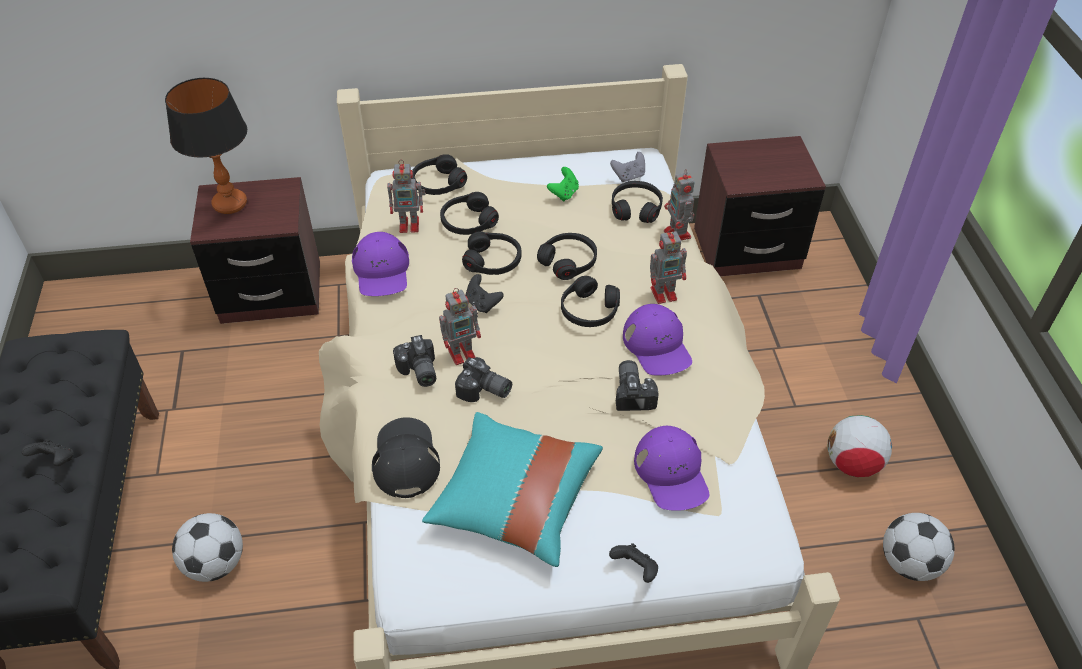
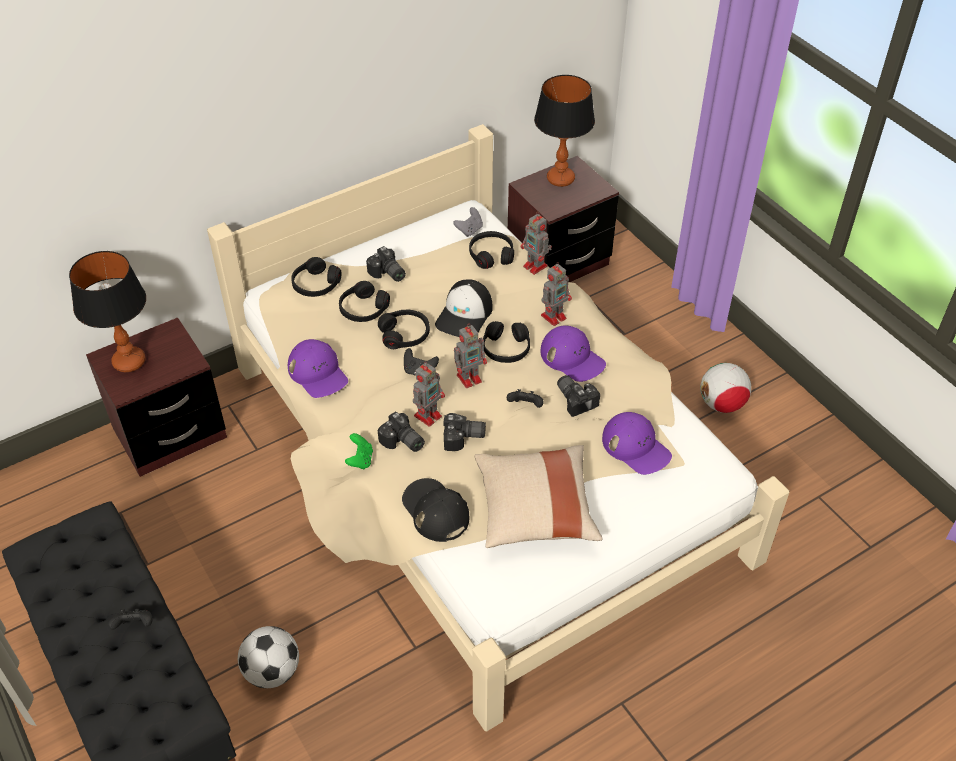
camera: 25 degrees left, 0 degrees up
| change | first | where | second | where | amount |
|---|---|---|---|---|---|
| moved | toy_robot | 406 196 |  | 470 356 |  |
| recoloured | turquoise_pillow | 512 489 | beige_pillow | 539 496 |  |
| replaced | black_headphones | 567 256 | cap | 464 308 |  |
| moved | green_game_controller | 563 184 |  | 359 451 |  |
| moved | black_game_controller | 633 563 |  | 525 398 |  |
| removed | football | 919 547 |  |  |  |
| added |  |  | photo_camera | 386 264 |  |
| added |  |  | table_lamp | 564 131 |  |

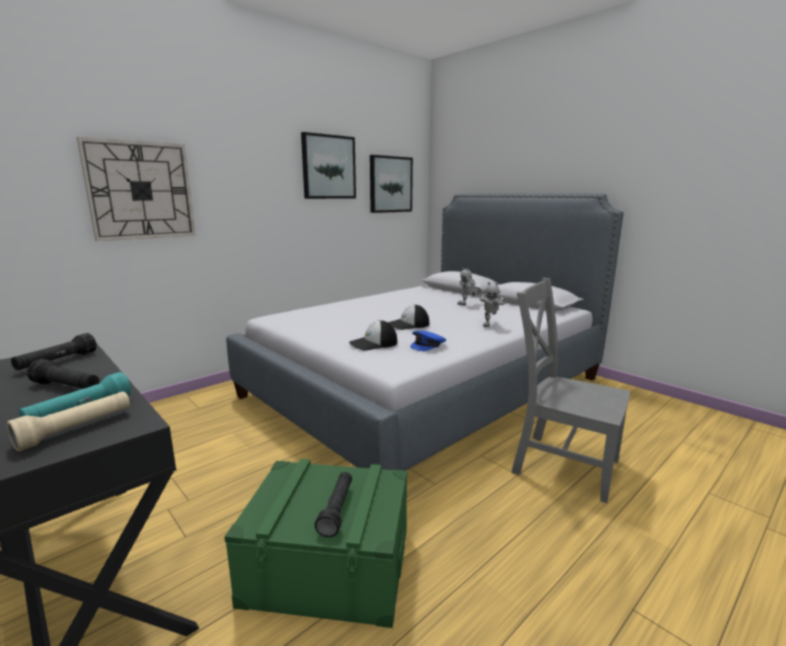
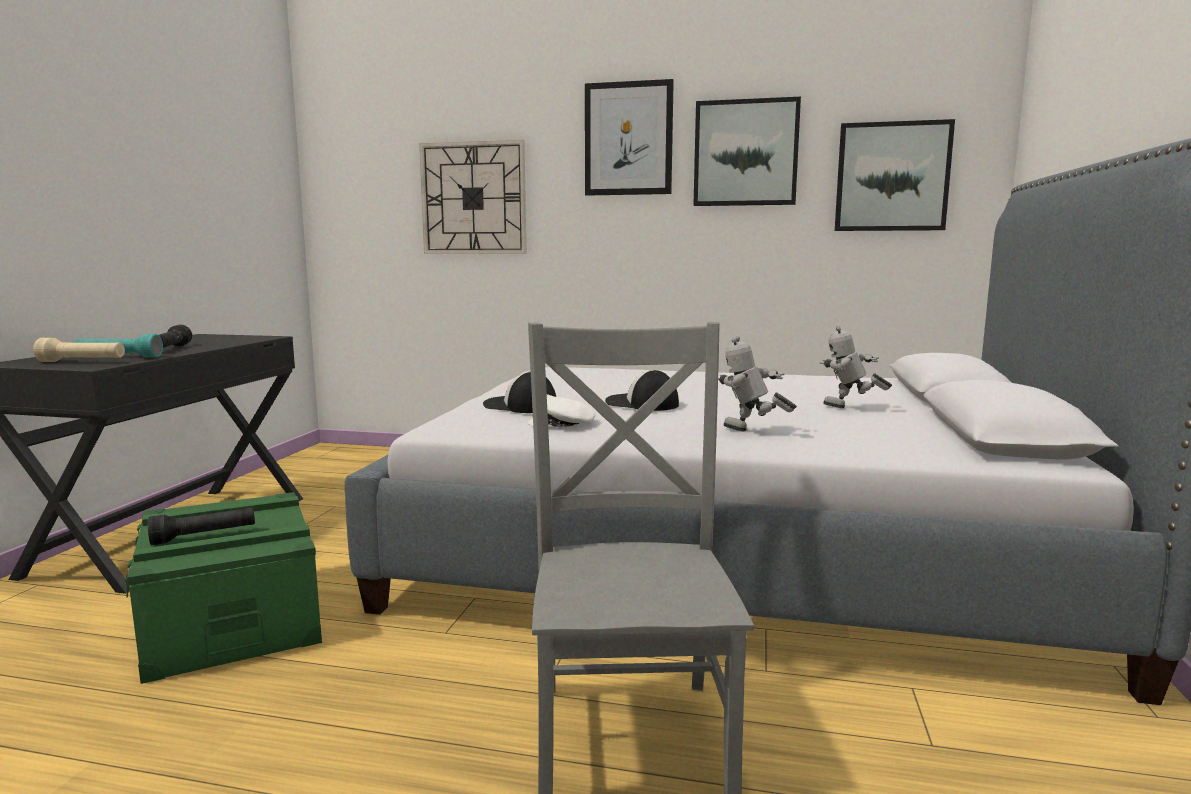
camera: 55 degrees right, 5 degrees down
| change | first | where | second | where | amount |
|---|---|---|---|---|---|
| removed | black_flashlight | 54 351 |  |  |  |
| recoloured | blue_cap | 428 341 | white_cap | 561 410 |  |
| turned | toy_robot | 493 304 |  | 757 384 | 45 degrees clockwise |
| added |  |  | picture | 629 137 |  |

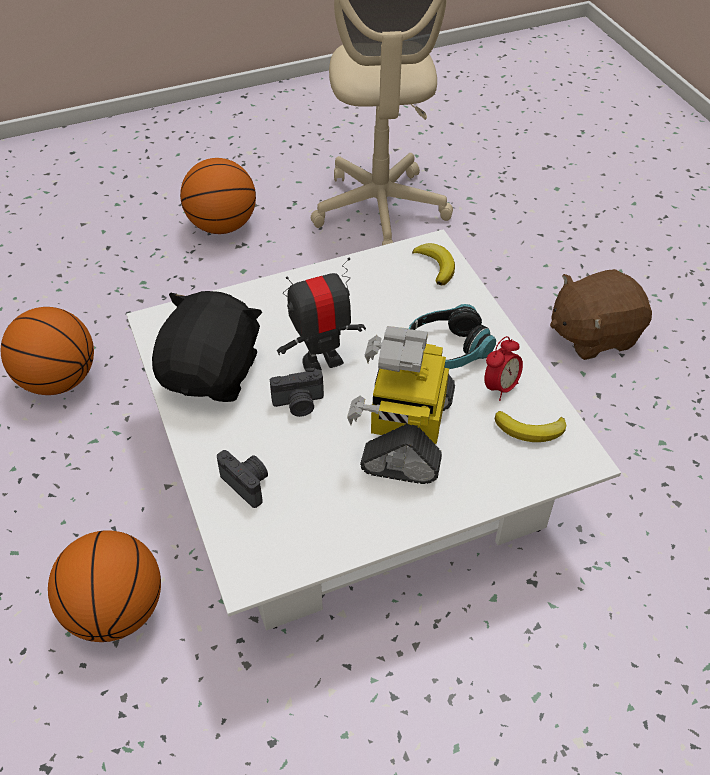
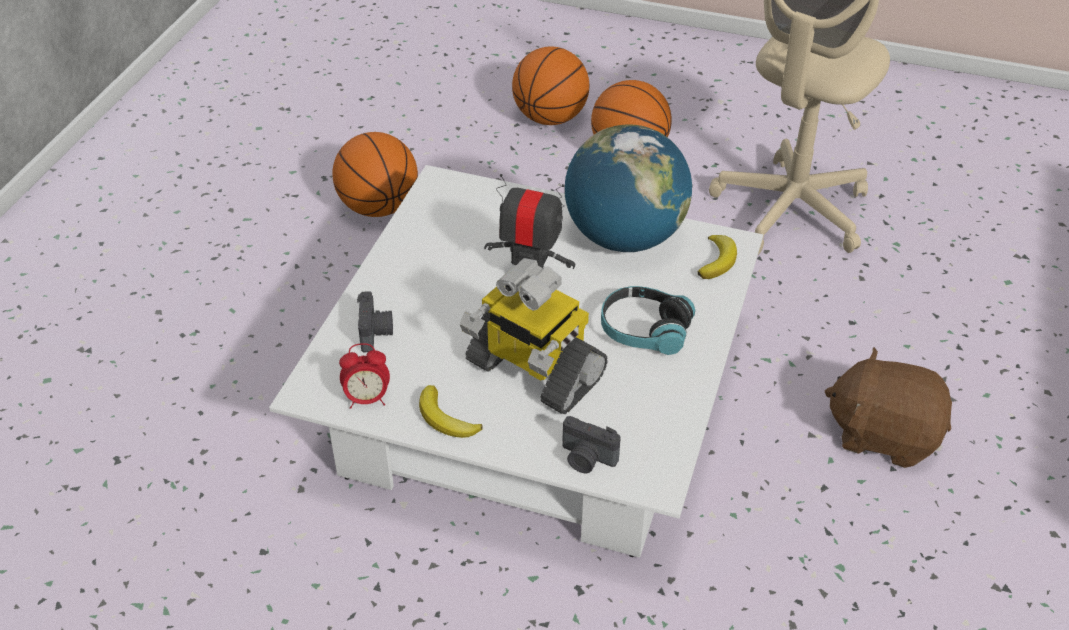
camera: 40 degrees right, 5 degrees down
| change | first | where | second | where | amount |
|---|---|---|---|---|---|
| moved | basketball | 104 586 |  | 550 86 |  |
| removed | black_plush_toy | 207 346 |  |  |  |
| moved | photo_camera | 297 392 |  | 591 444 |  |
| turned | toy_robot | 401 405 |  | 533 336 | 105 degrees counterclockwise |
| moved | alarm_clock | 504 368 |  | 364 376 |  |
| moved | banana | 530 426 |  | 451 411 |  |
| added |  |  | globe | 628 188 |  |

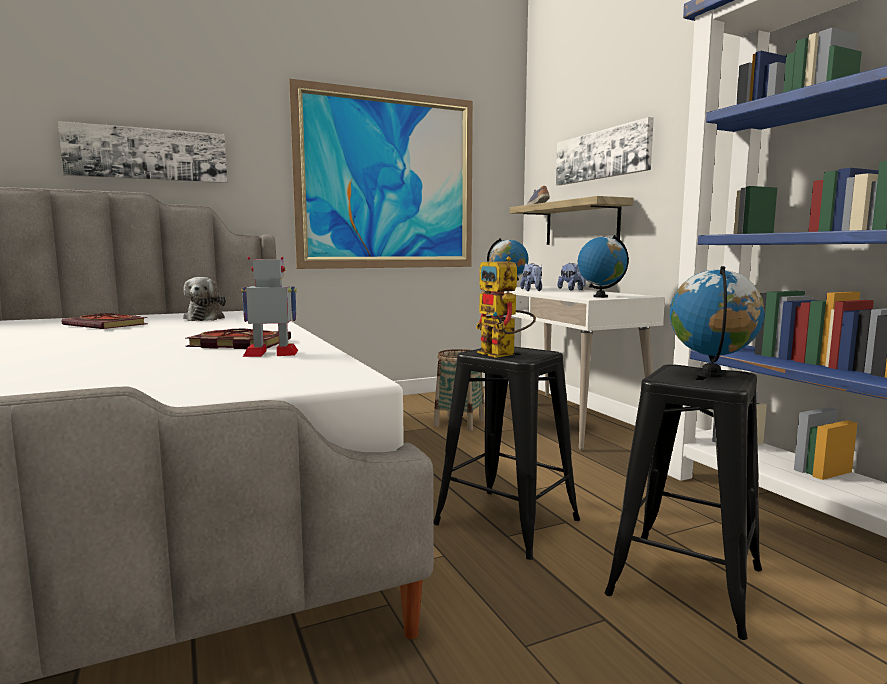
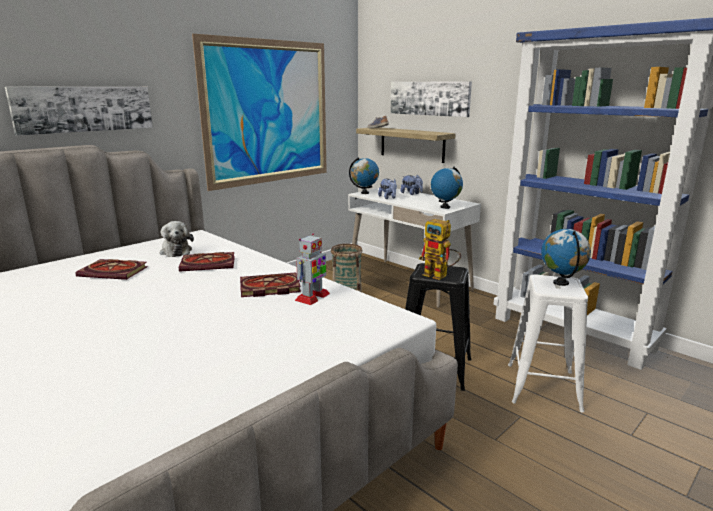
camera: 20 degrees left, 10 degrees up
| change | first | where | second | where | amount |
|---|---|---|---|---|---|
| turned | toy_robot | 269 307 |  | 312 269 | 150 degrees clockwise |
| recoloured | black_stool | 683 502 | white_stool | 548 343 |  |
| added |  |  | book | 207 262 |  |

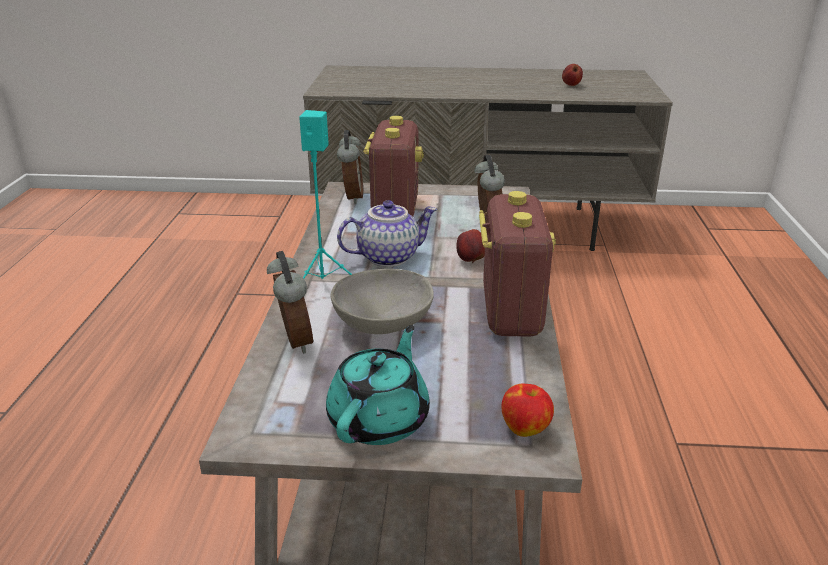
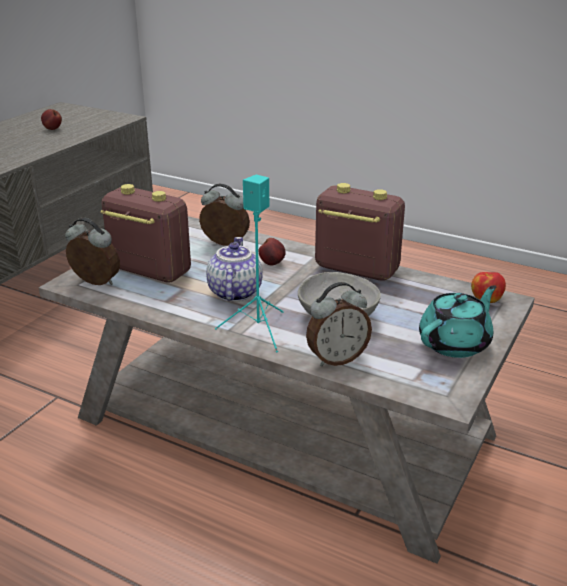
camera: 65 degrees left, 0 degrees up
| change | first | where | second | where | amount |
|---|---|---|---|---|---|
| turned | alarm_clock | 290 302 |  | 339 324 | 150 degrees clockwise |
| turned | turquoise_teapot | 378 385 |  | 457 321 | 90 degrees clockwise |

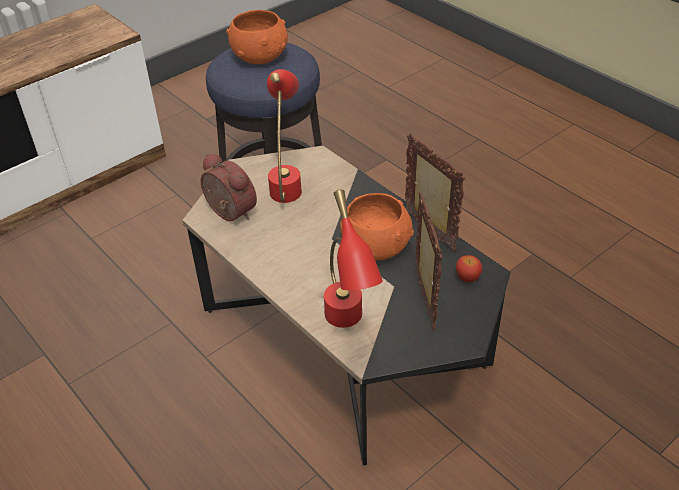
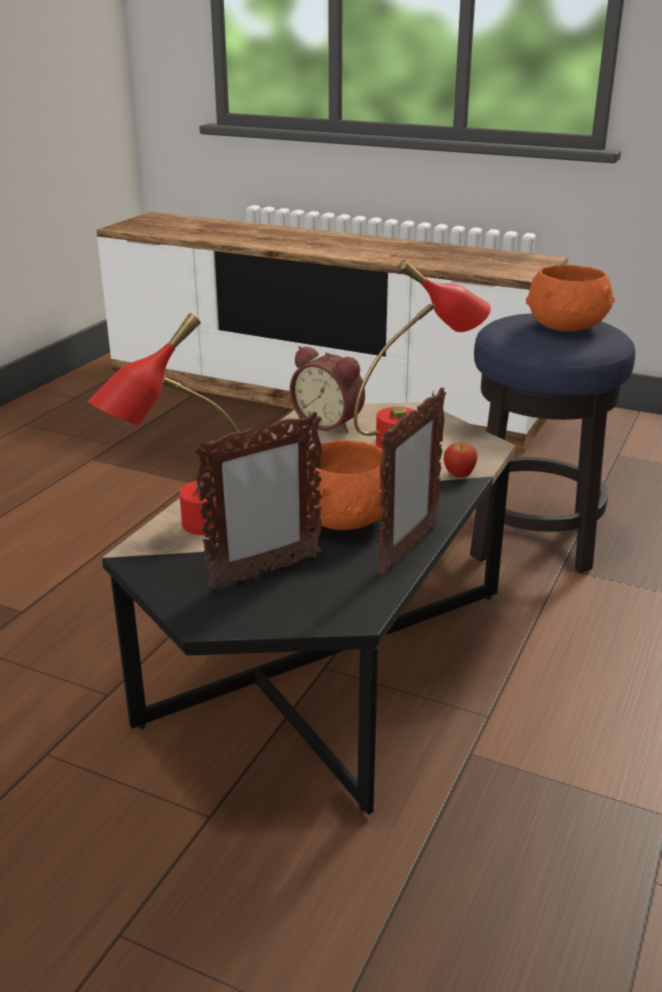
camera: 65 degrees right, 15 degrees down
| change | first | where | second | where | amount |
|---|---|---|---|---|---|
| turned | alarm_clock | 229 187 |  | 327 389 | 105 degrees clockwise |
| moved | apple | 469 268 |  | 460 460 |  |

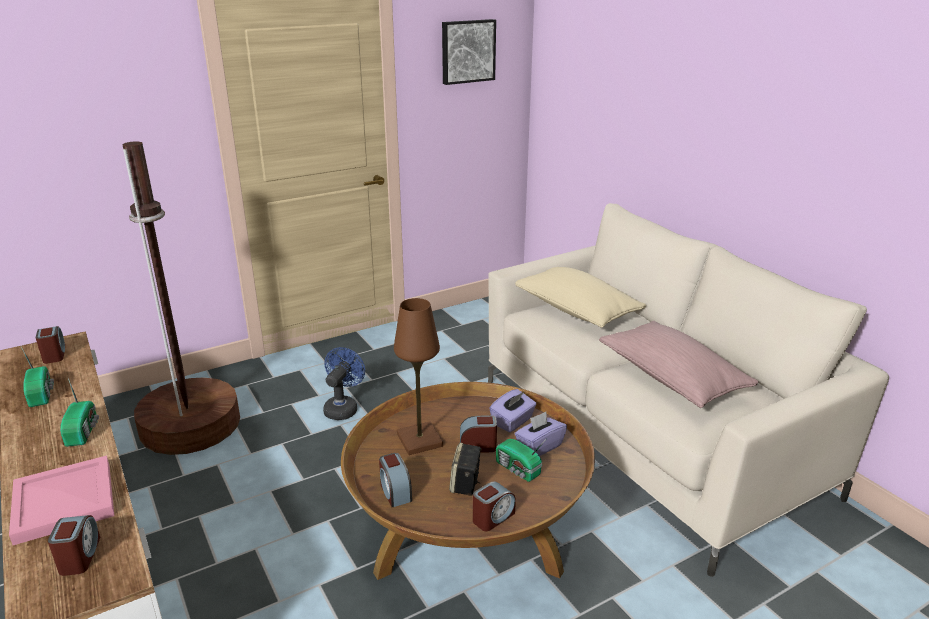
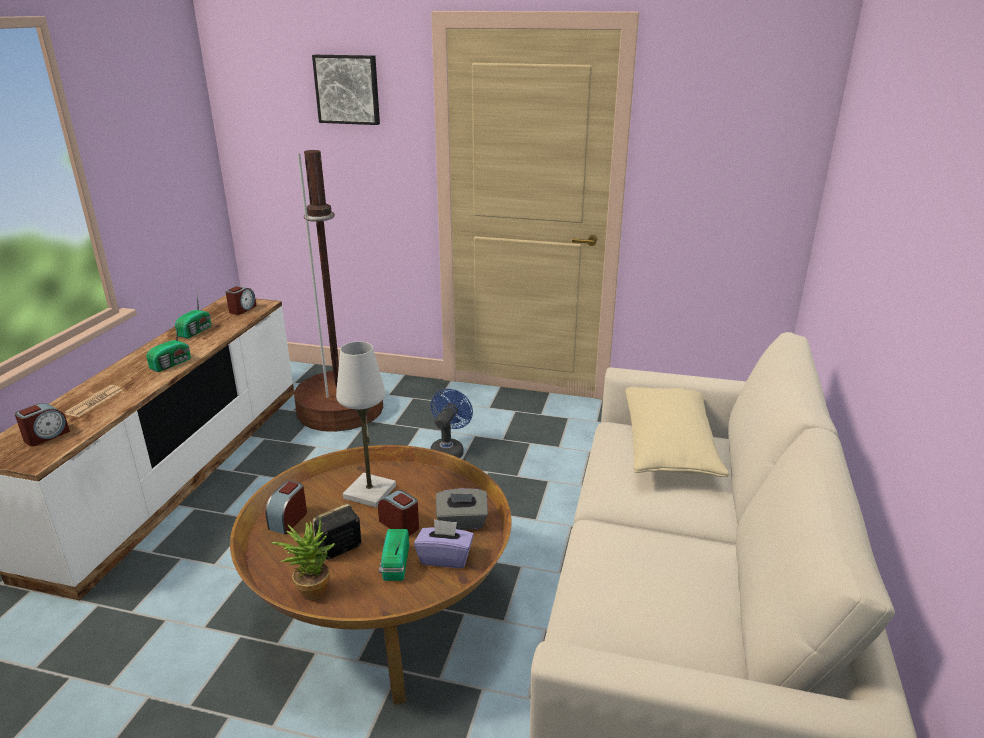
camera: 45 degrees right, 0 degrees up
| change | first | where | second | where | amount |
|---|---|---|---|---|---|
| replaced | pink_tray | 61 500 | newspaper | 93 401 |  |
| turned | blue_fan | 344 383 |  | 451 423 | 45 degrees counterclockwise |
| recoloured | brown_table_lamp | 418 376 | white_table_lamp | 366 425 |  |
| moved | picture | 469 52 |  | 346 90 |  |
| replaced | alarm_clock | 494 506 | potted_plant | 303 559 |  |
| recoloured | purple_tissue_box | 513 411 | grey_tissue_box | 462 509 |  |
| removed | pink_pillow | 679 364 |  |  |  |

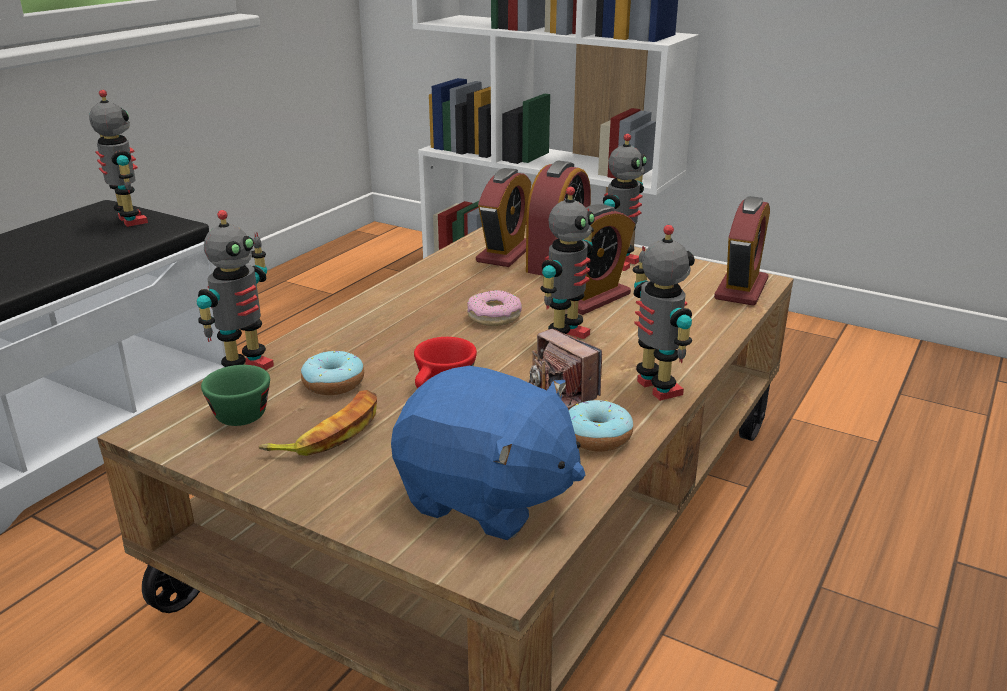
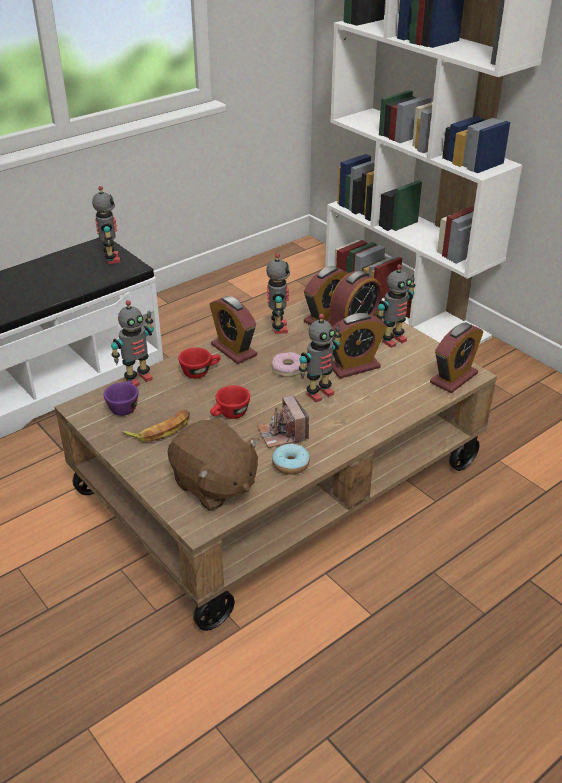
camera: 20 degrees right, 10 degrees up
| change | first | where | second | where | amount |
|---|---|---|---|---|---|
| recoloured | green_cup | 235 395 | purple_cup | 121 398 |  |
| removed | donut | 332 373 |  |  |  |
| recoloured | blue_plush_toy | 488 453 | brown_plush_toy | 213 465 |  |
| moved | toy_robot | 664 313 |  | 278 293 |  |
| added |  |  | red_cup | 199 363 |  |
| added |  |  | alarm_clock | 233 330 |  |

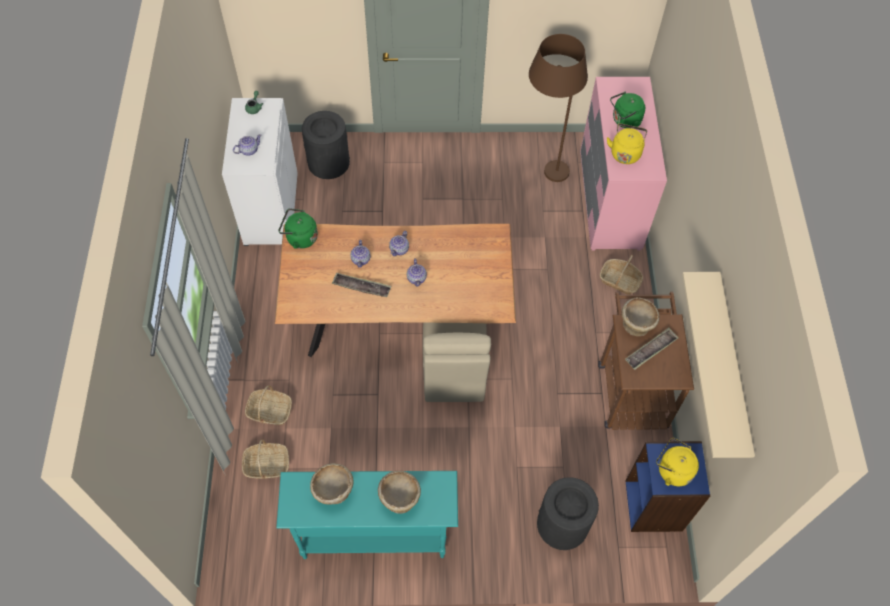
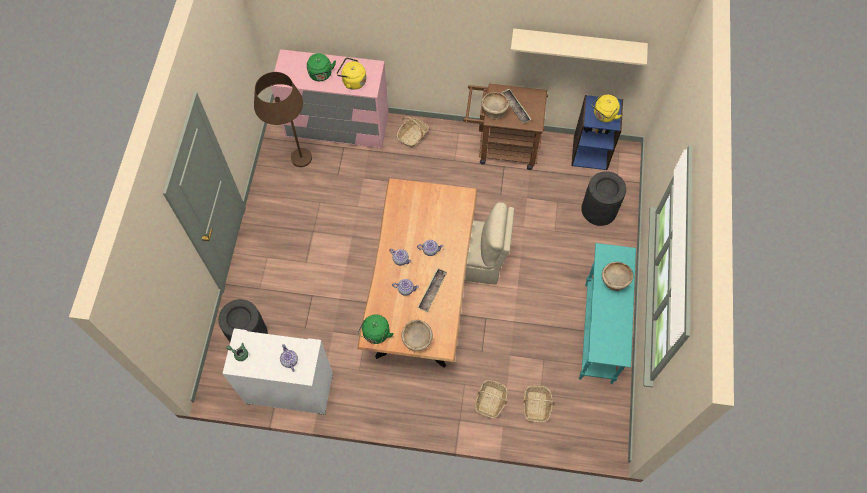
camera: 80 degrees left, 5 degrees up
| change | first | where | second | where | amount |
|---|---|---|---|---|---|
| moved | beige_bowl | 331 484 |  | 417 335 |  |

